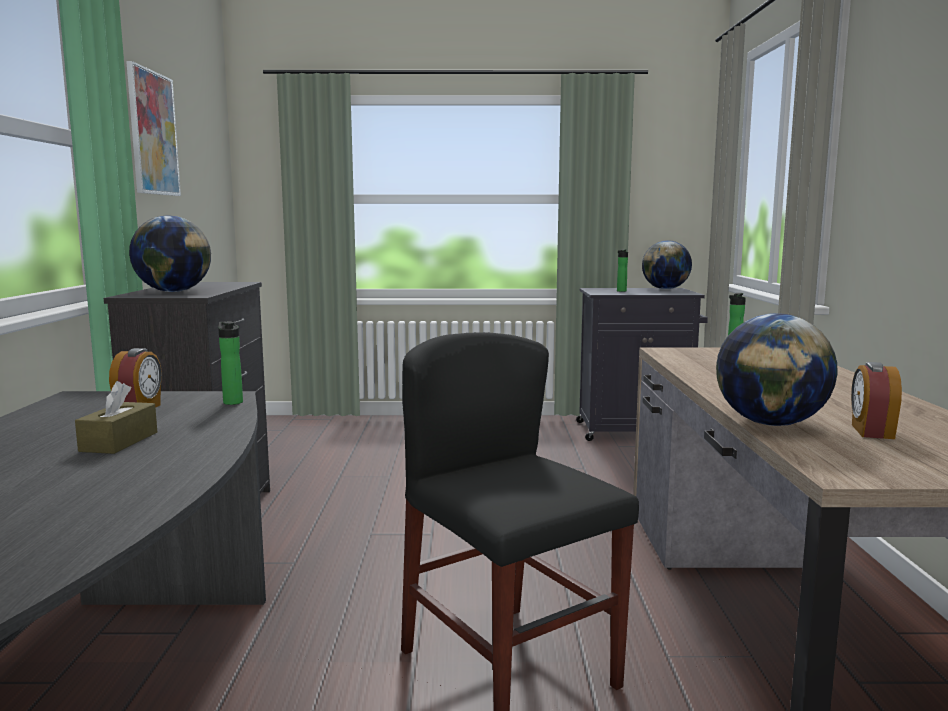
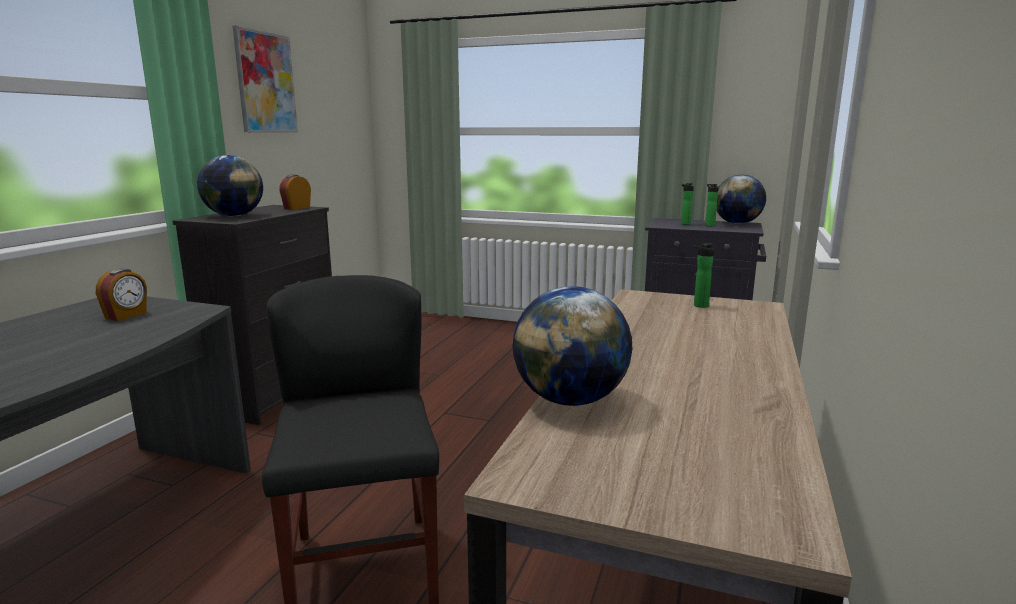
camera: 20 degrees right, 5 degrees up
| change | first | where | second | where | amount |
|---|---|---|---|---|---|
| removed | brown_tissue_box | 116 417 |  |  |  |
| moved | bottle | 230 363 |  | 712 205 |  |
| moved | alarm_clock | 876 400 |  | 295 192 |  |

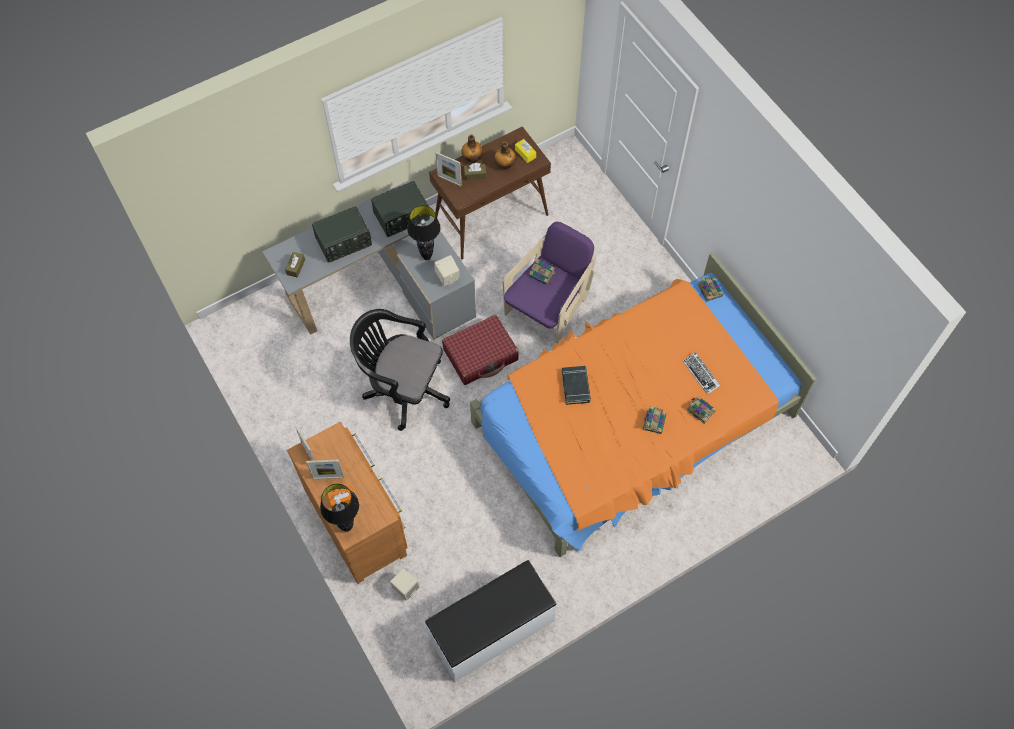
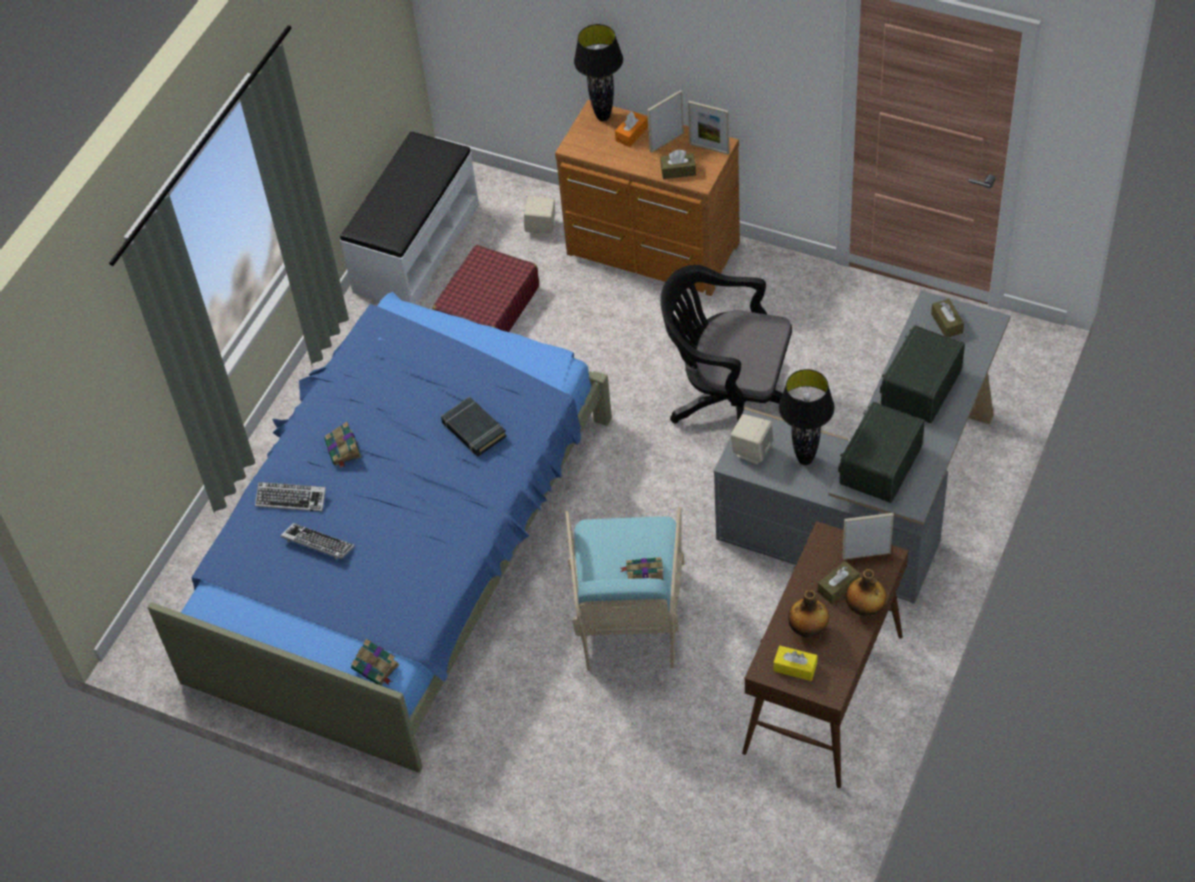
camera: 150 degrees right, 10 degrees down
| change | first | where | second | where | amount |
|---|---|---|---|---|---|
| turned | black_office_chair | 400 370 |  | 732 344 | 150 degrees counterclockwise |
| moved | red_suitcase | 480 350 |  | 485 288 |  |
| recoloured | orange_bed | 643 405 | blue_bed | 379 532 |  |
| recoloured | purple_armchair | 549 282 | turquoise_armchair | 624 589 |  |
| replaced | book | 701 410 | keyboard | 290 497 |  |
| added |  |  | brown_tissue_box | 678 164 |  |

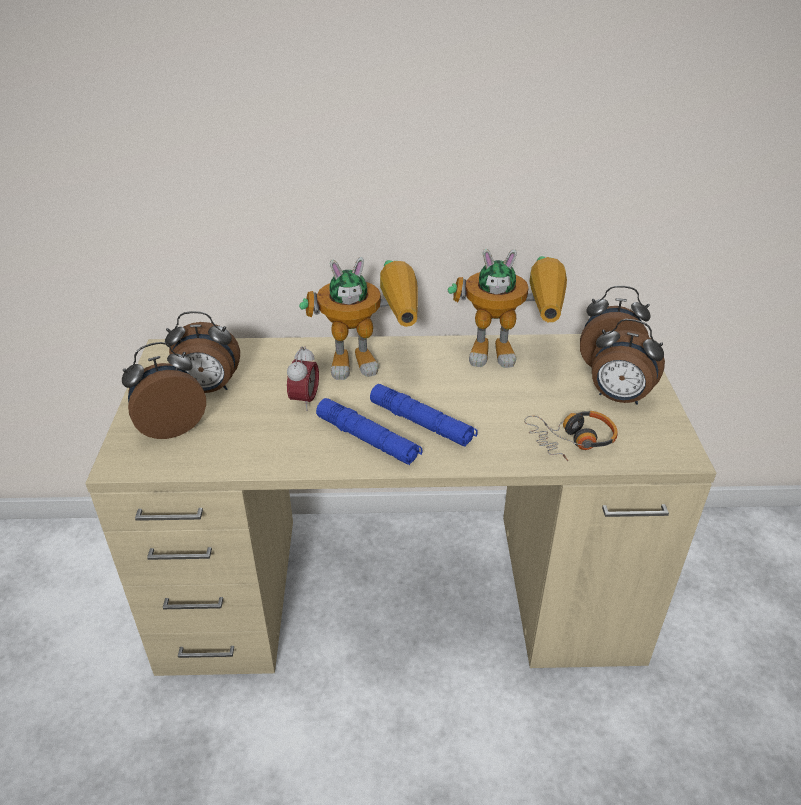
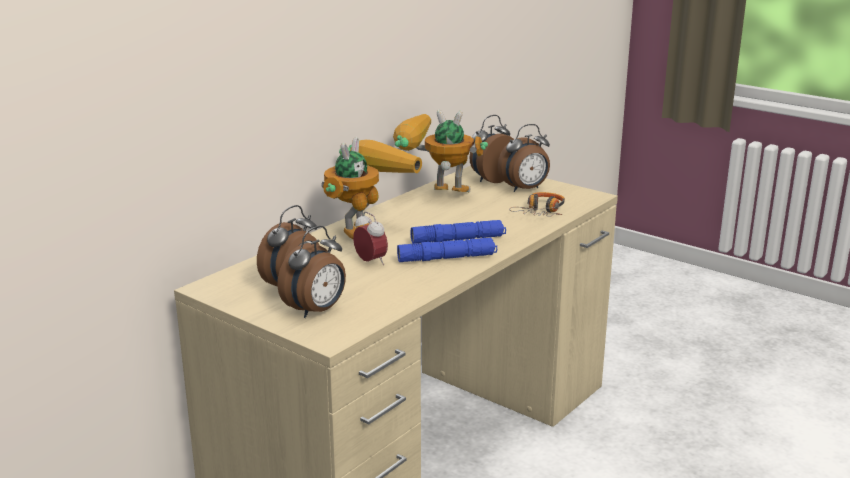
camera: 50 degrees left, 15 degrees down
| change | first | where | second | where | amount |
|---|---|---|---|---|---|
| turned | alarm_clock | 164 390 |  | 311 272 | 150 degrees counterclockwise |
| turned | toy_robot | 507 308 |  | 440 151 | 120 degrees counterclockwise |

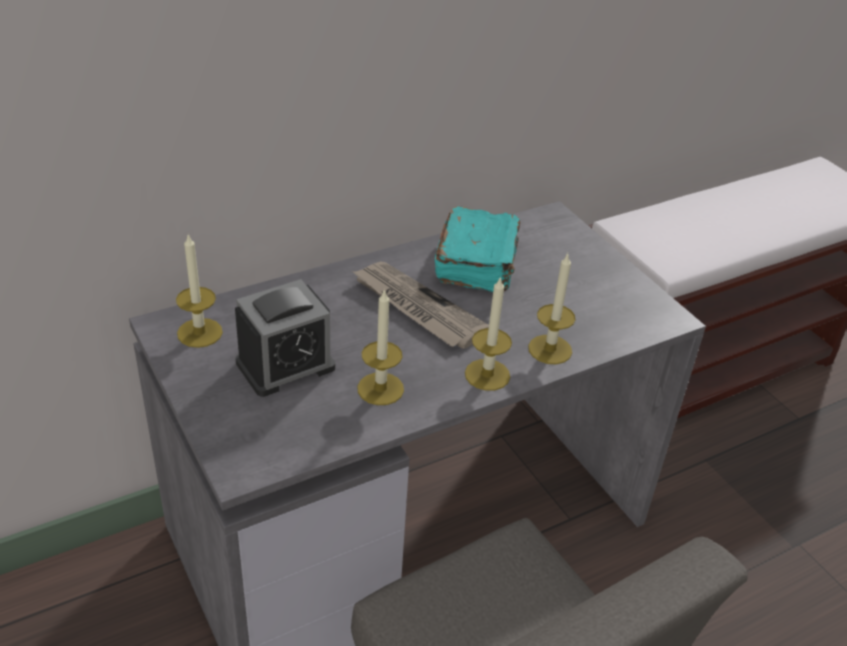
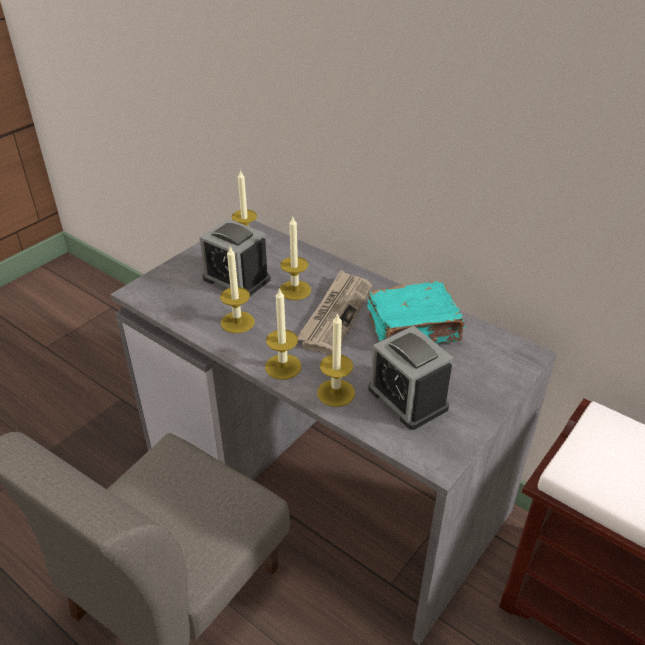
camera: 70 degrees right, 0 degrees up
| change | first | where | second | where | amount |
|---|---|---|---|---|---|
| added |  |  | candle | 295 258 |  |
| added |  |  | alarm_clock | 411 378 |  |

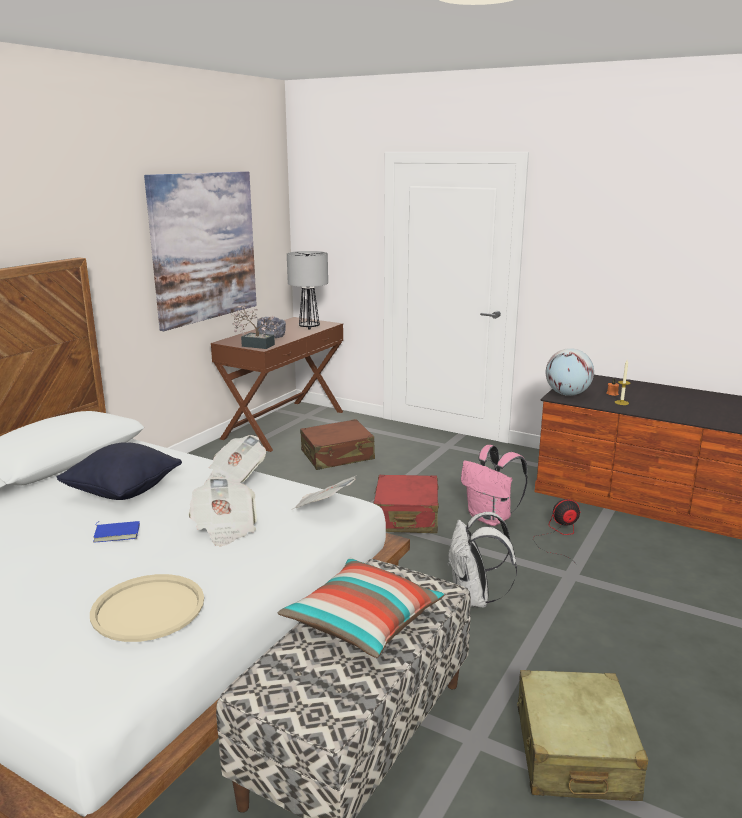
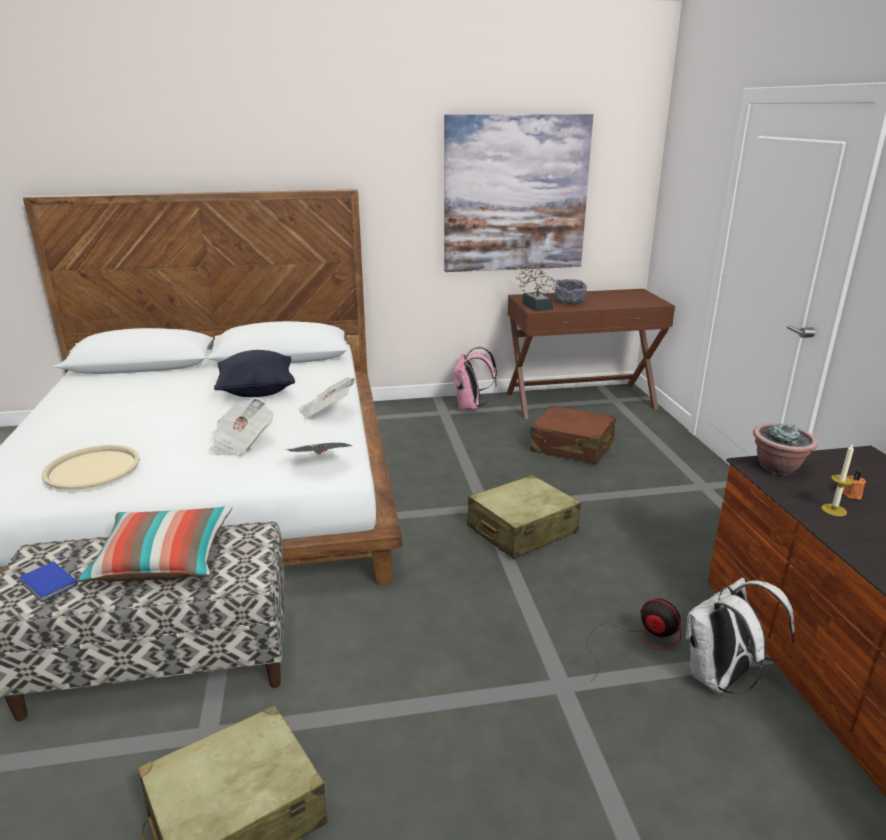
camera: 50 degrees right, 5 degrees up
| change | first | where | second | where | amount |
|---|---|---|---|---|---|
| moved | blue_book | 116 531 |  | 48 579 |  |
| removed | table_lamp | 307 290 |  |  |  |
| recoloured | red_suitcase | 406 504 | beige_suitcase | 524 517 |  |
| moved | white_backpack | 482 559 |  | 740 636 |  |
| moved | pink_backpack | 494 485 |  | 474 378 |  |
| replaced | globe | 570 372 | potted_plant | 785 449 |  |

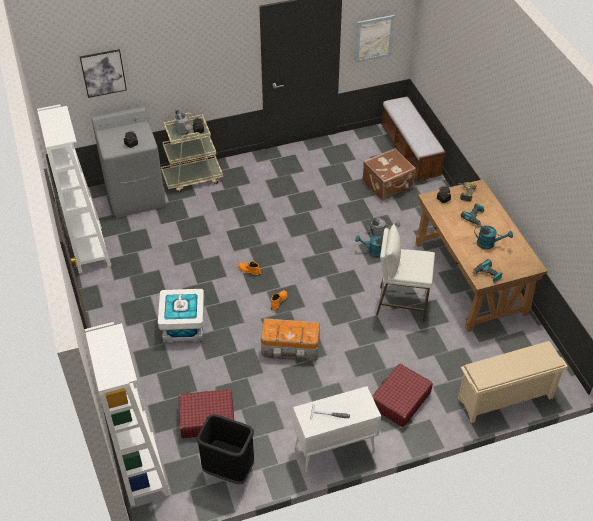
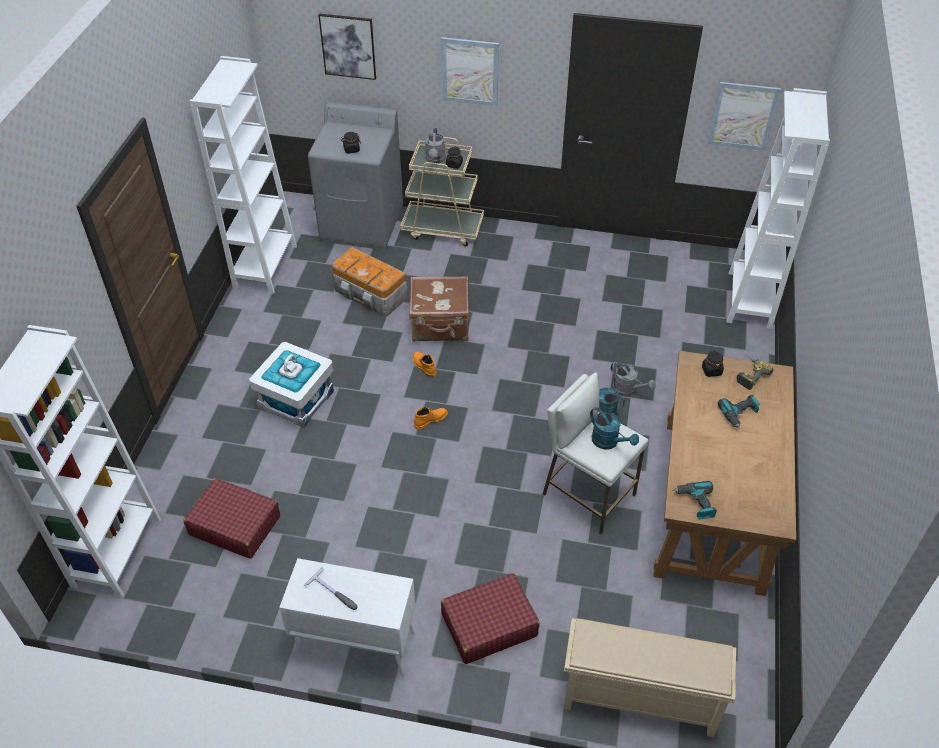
camera: 30 degrees right, 0 degrees up
| change | first | where | second | where | amount |
|---|---|---|---|---|---|
| removed | black_trash_can | 225 449 |  |  |  |
| moved | storage_box | 290 339 |  | 370 281 |  |
| moved | brown_suitcase | 389 174 |  | 439 309 |  |
| replaced | bench | 413 138 | white_bookcase | 778 208 |  |
| moved | turquoise_watering_can | 493 237 |  | 614 428 |  |
| added |  |  | picture | 470 71 |  |

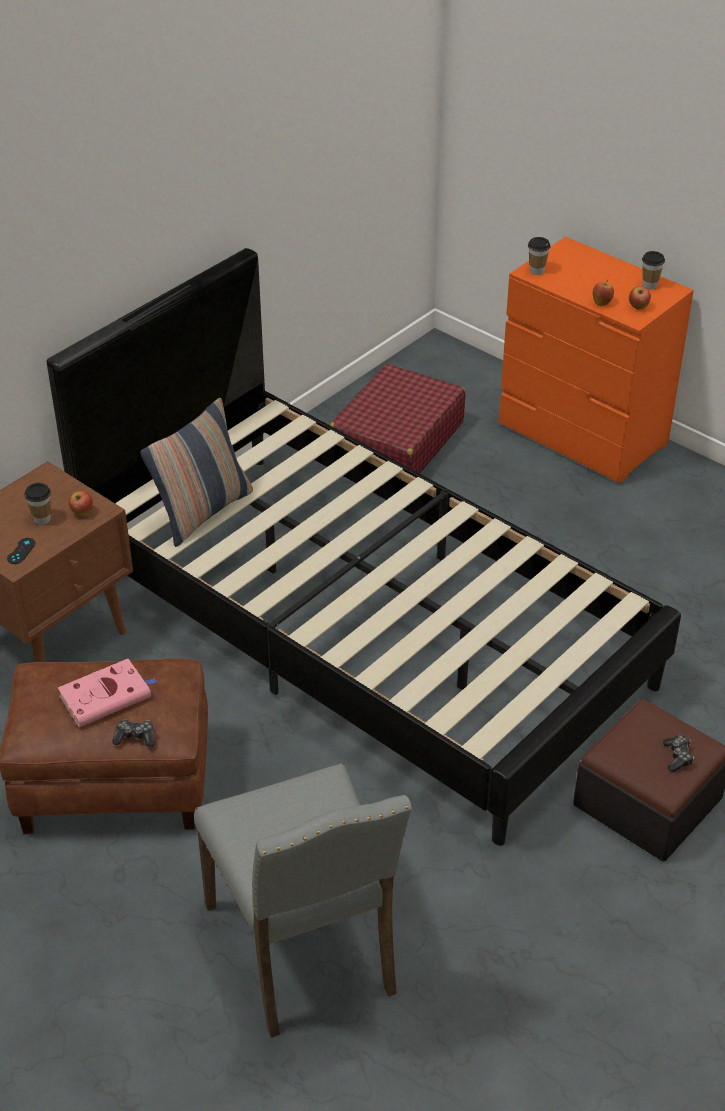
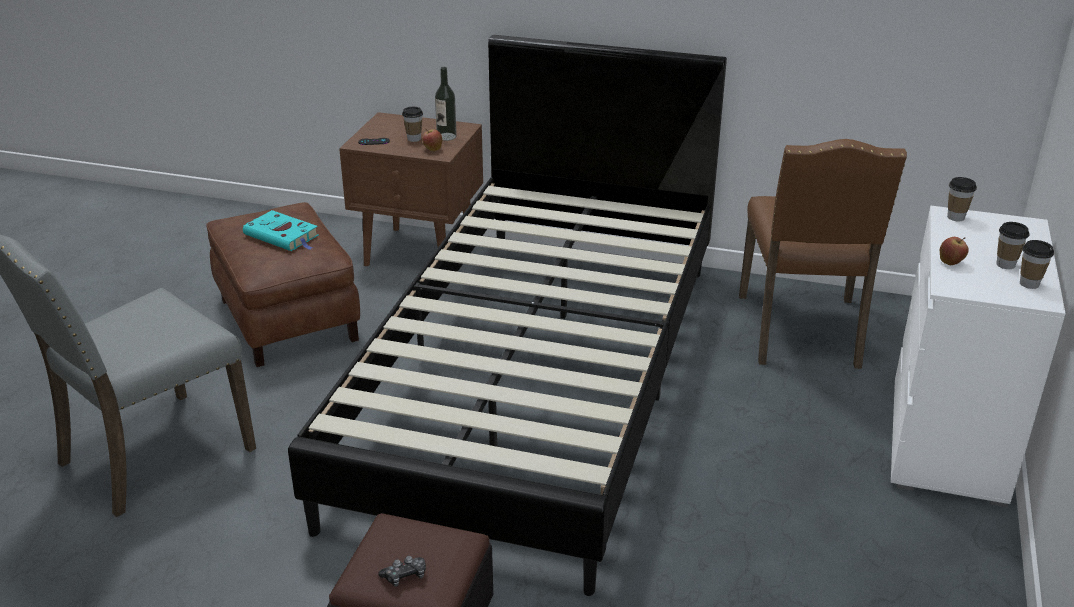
camera: 65 degrees right, 10 degrees down
| change | first | where | second | where | amount |
|---|---|---|---|---|---|
| recoloured | pink_book | 108 693 | turquoise_book | 280 230 |  |
| removed | game_controller | 133 733 |  |  |  |
| removed | pillow | 196 472 |  |  |  |
| replaced | red_suitcase | 398 419 | brown_chair | 823 254 |  |
| recoloured | orange_dresser | 596 360 | white_dresser | 978 357 |  |
| removed | apple | 640 298 |  |  |  |
| added |  |  | bottle | 446 104 |  |
| added |  |  | cup | 1012 245 |  |

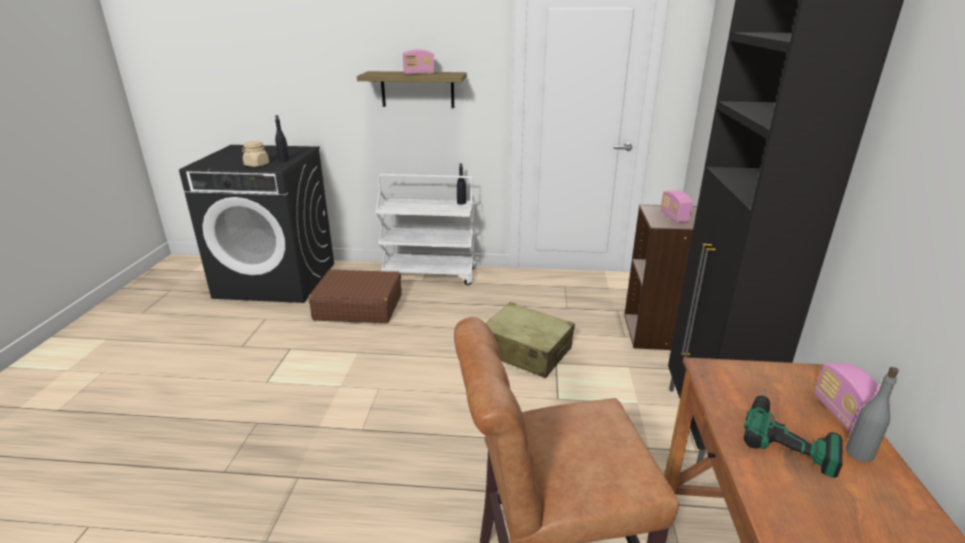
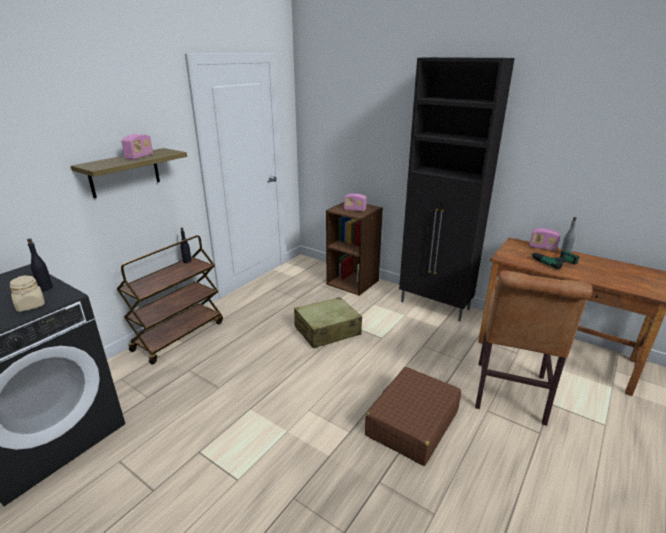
camera: 60 degrees left, 0 degrees up
| change | first | where | second | where | amount |
|---|---|---|---|---|---|
| moved | brown_suitcase | 355 296 |  | 413 416 |  |
| recoloured | white_cart | 426 229 | brown_cart | 170 299 |  |

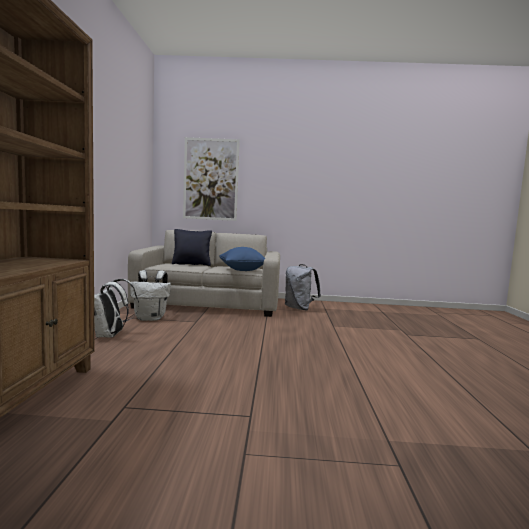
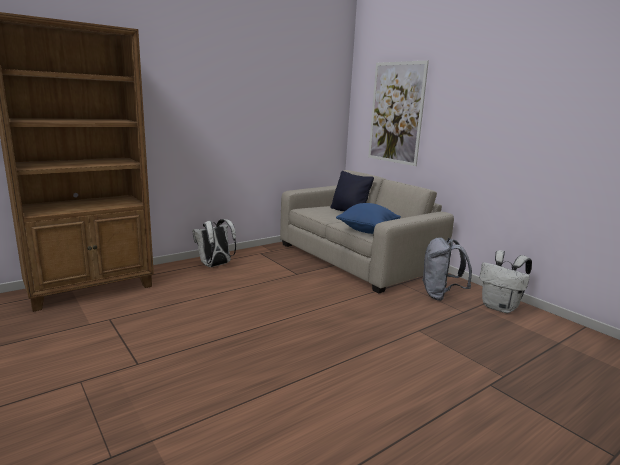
camera: 50 degrees right, 10 degrees up
| change | first | where | second | where | amount |
|---|---|---|---|---|---|
| moved | white_backpack | 150 295 |  | 505 281 |  |

